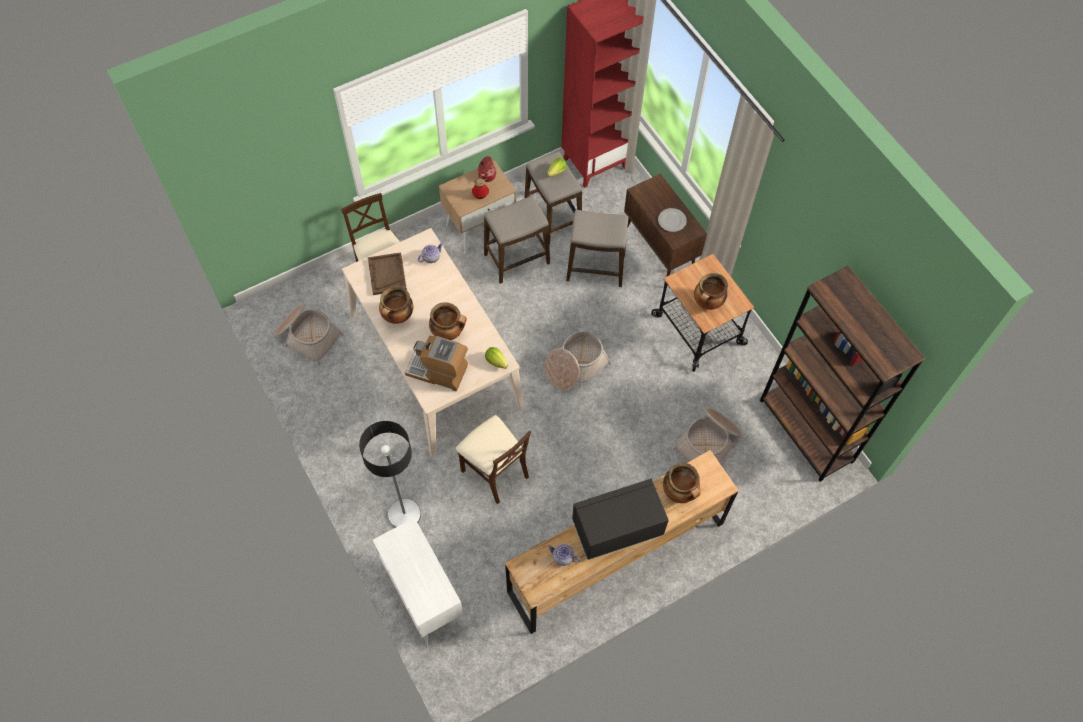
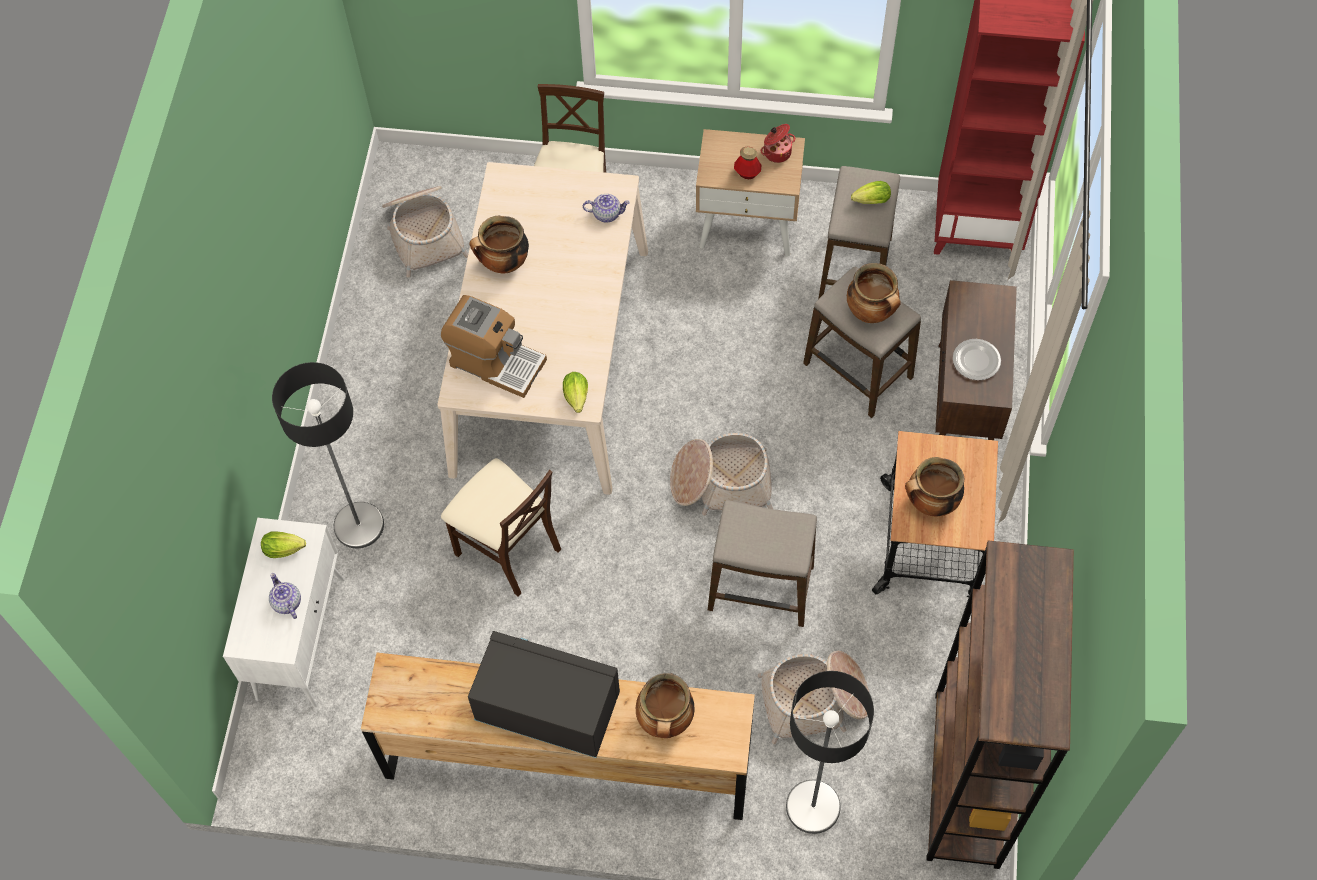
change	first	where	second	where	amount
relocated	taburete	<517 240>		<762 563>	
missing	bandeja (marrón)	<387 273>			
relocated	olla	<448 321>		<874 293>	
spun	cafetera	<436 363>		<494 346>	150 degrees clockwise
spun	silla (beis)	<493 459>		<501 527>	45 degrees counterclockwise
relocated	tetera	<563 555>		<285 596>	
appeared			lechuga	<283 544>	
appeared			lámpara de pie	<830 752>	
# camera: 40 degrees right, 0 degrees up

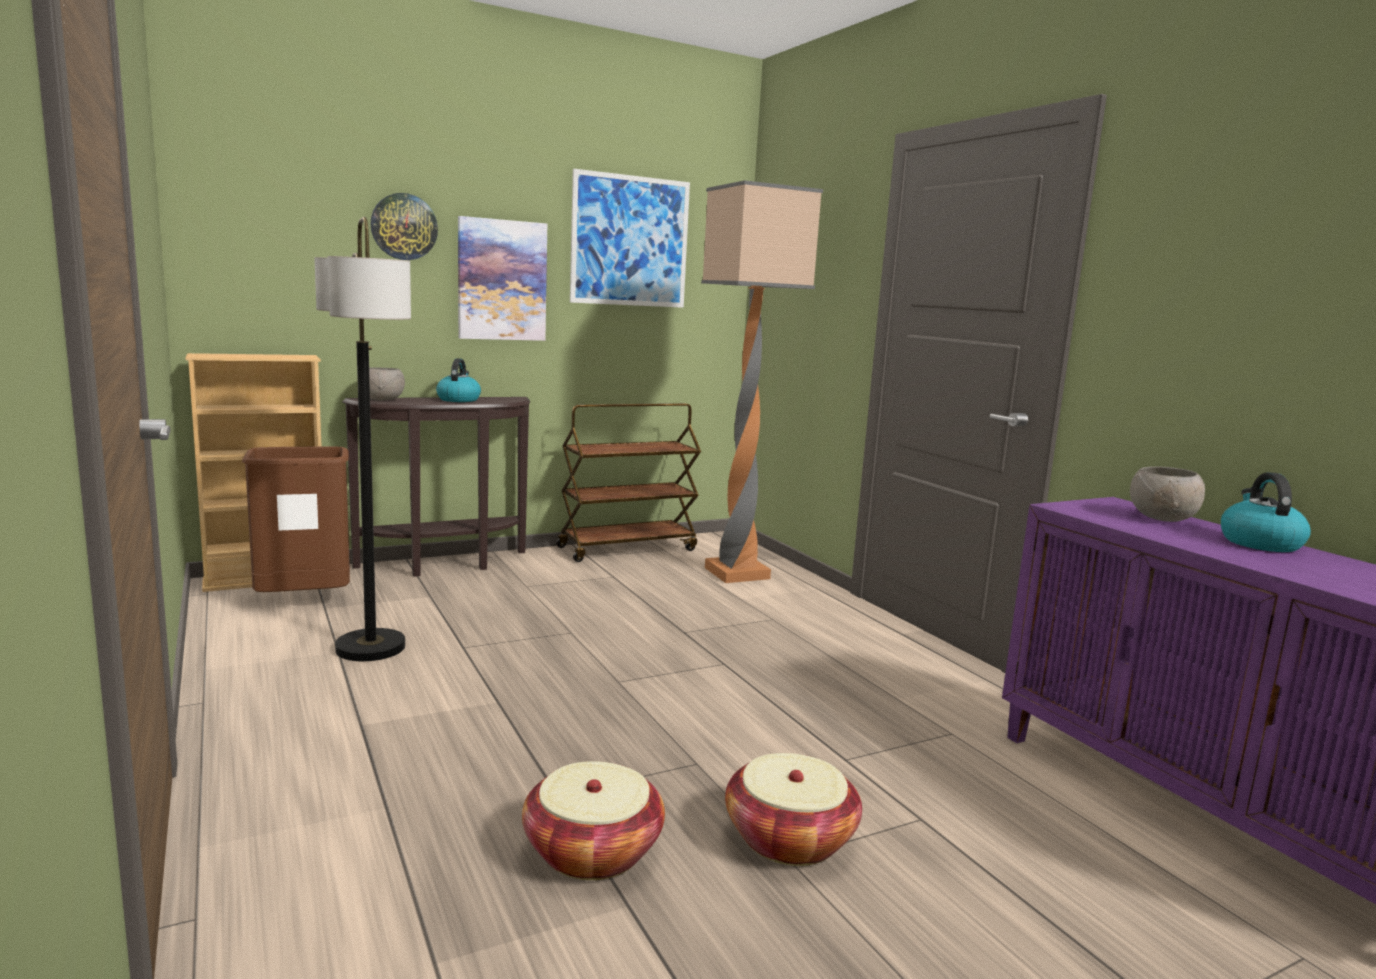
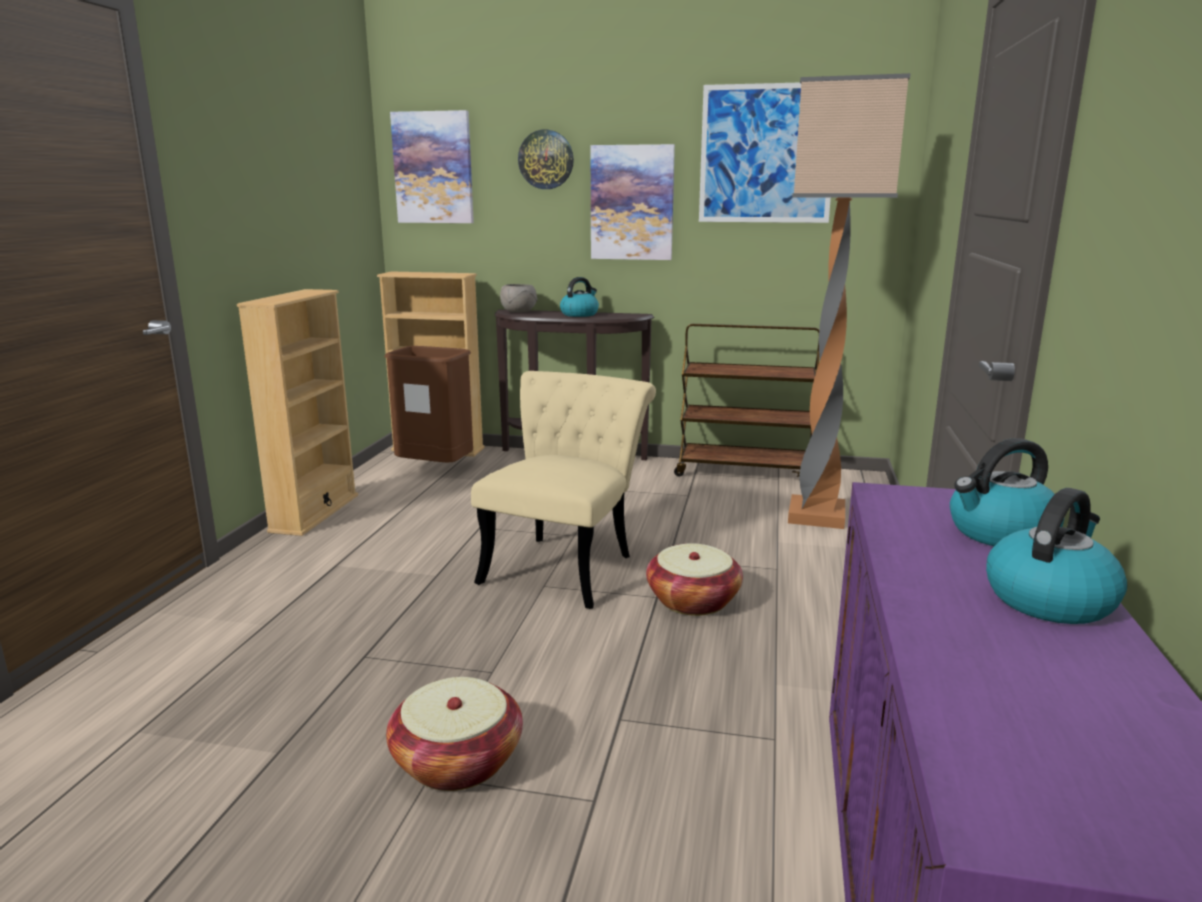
change	first	where	second	where	amount
missing	lámpara de pie	<362 439>			
exchanged	cuenco (gris)	<1167 494>	hervidor	<1007 492>	
relocated	cesta	<593 820>		<694 579>	
appeared			cuadro	<432 166>	
appeared			estantería (beis)	<297 412>	
appeared			silla (beis)	<563 490>	
# camera: 40 degrees right, 5 degrees up

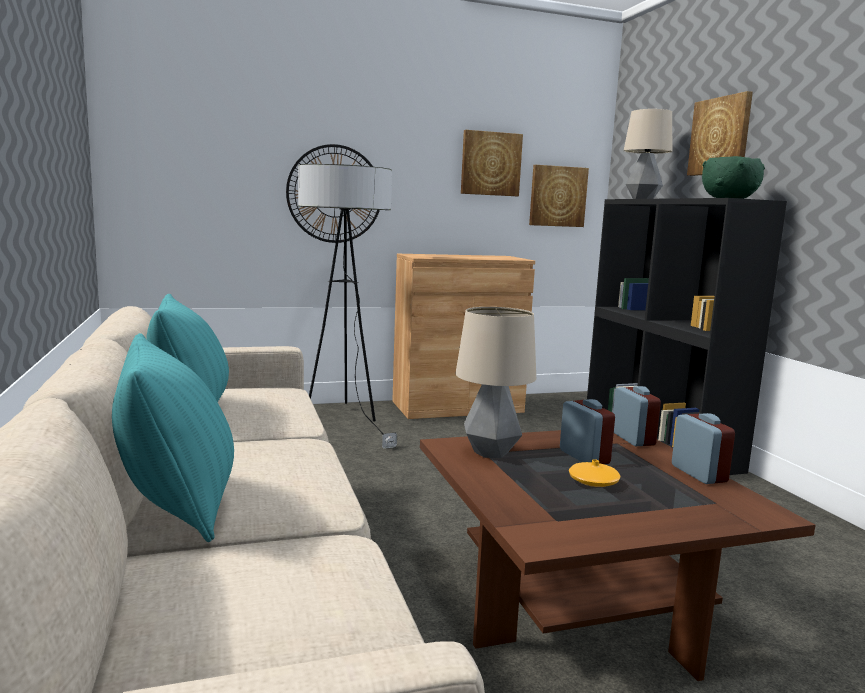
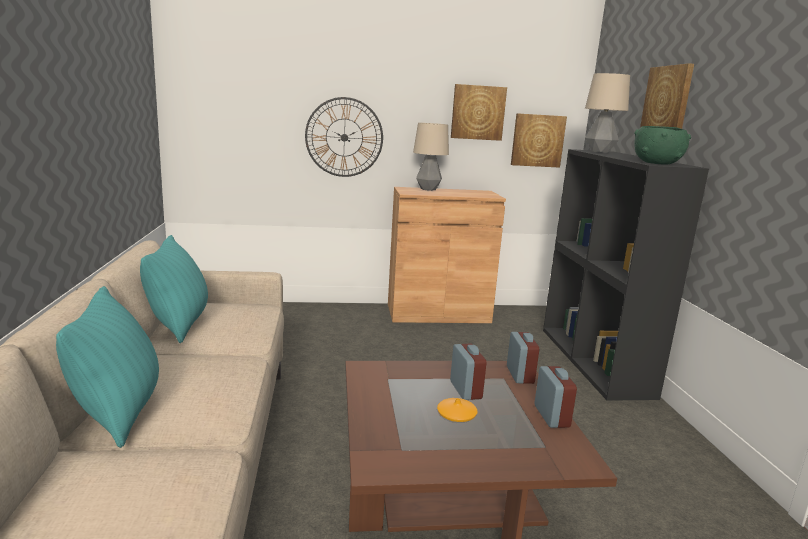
change	first	where	second	where	amount
missing	lámpara de pie	<347 306>			
relocated	lámpara de mesa	<496 382>		<431 157>	
# camera: 10 degrees right, 5 degrees up

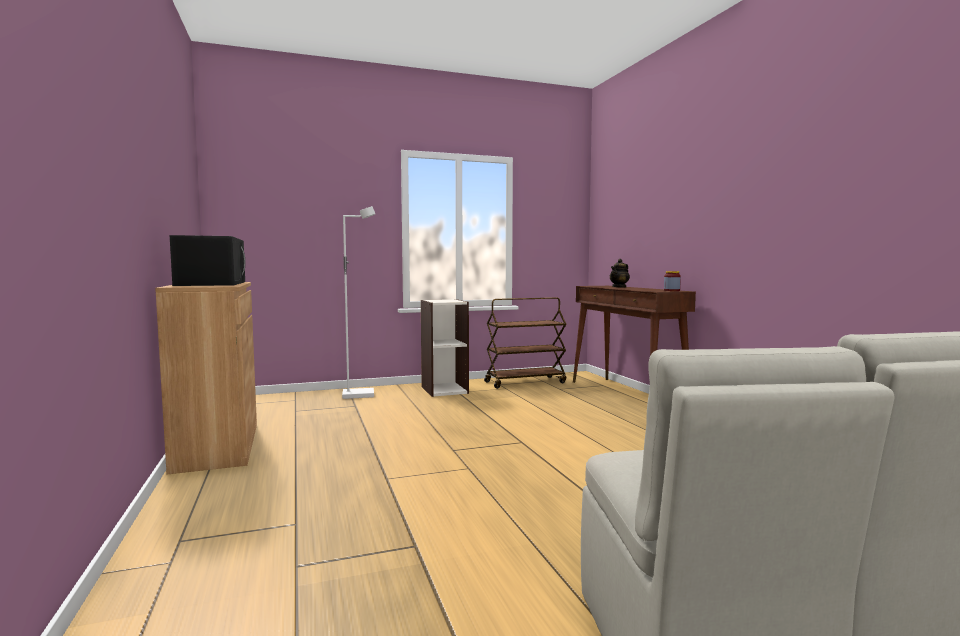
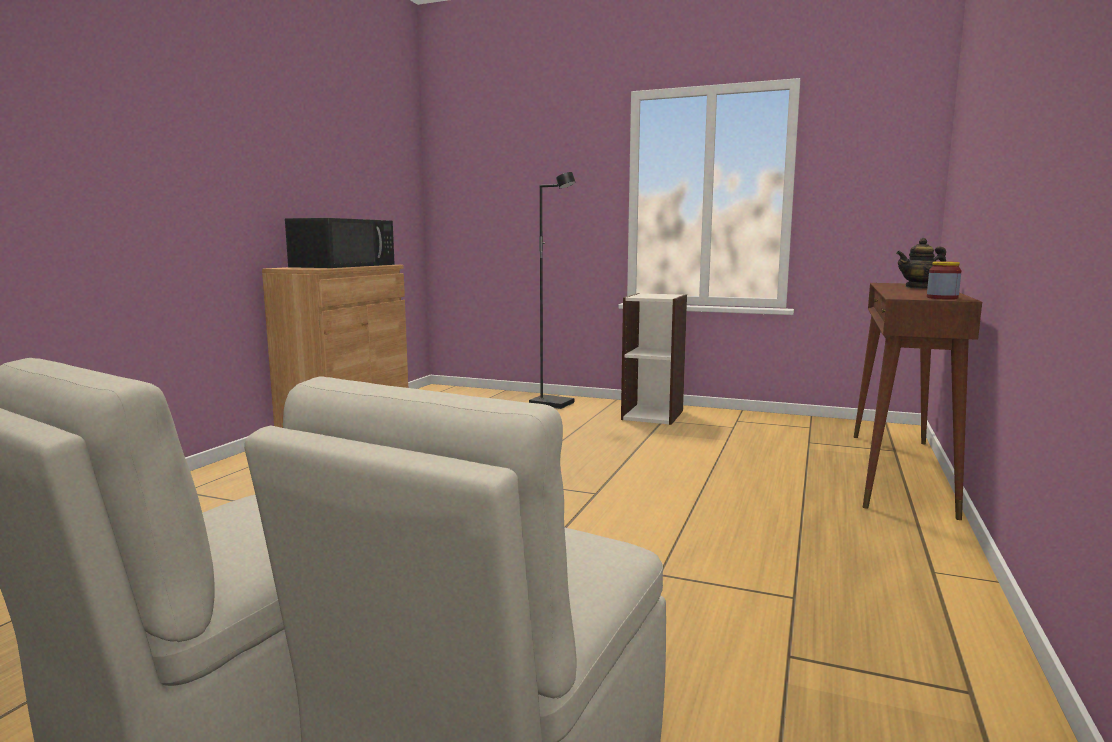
change	first	where	second	where	amount
colour	lámpara de pie (blanco)	<358 302>	lámpara de pie (negro)	<552 290>	
missing	carrito (marrón)	<525 343>			
# camera: 40 degrees right, 5 degrees up

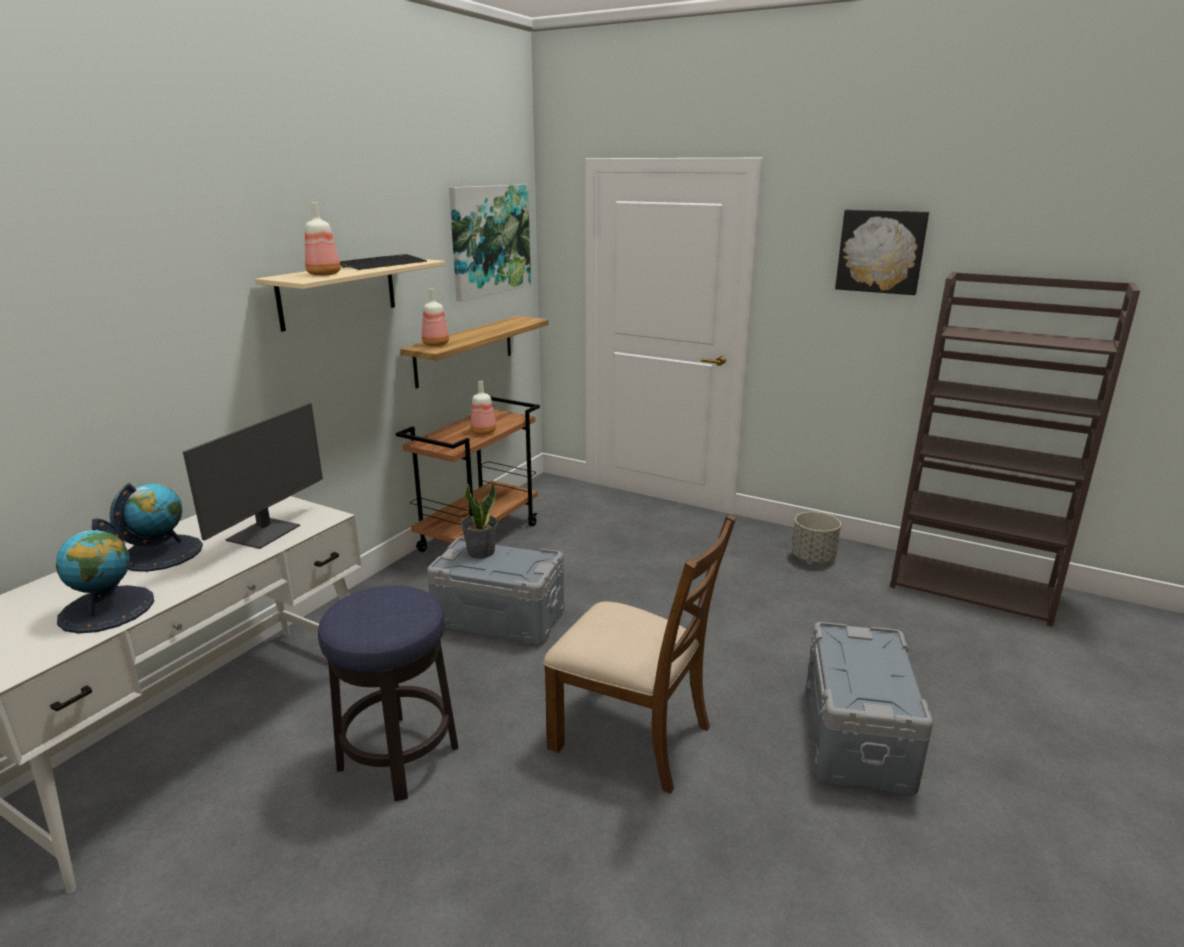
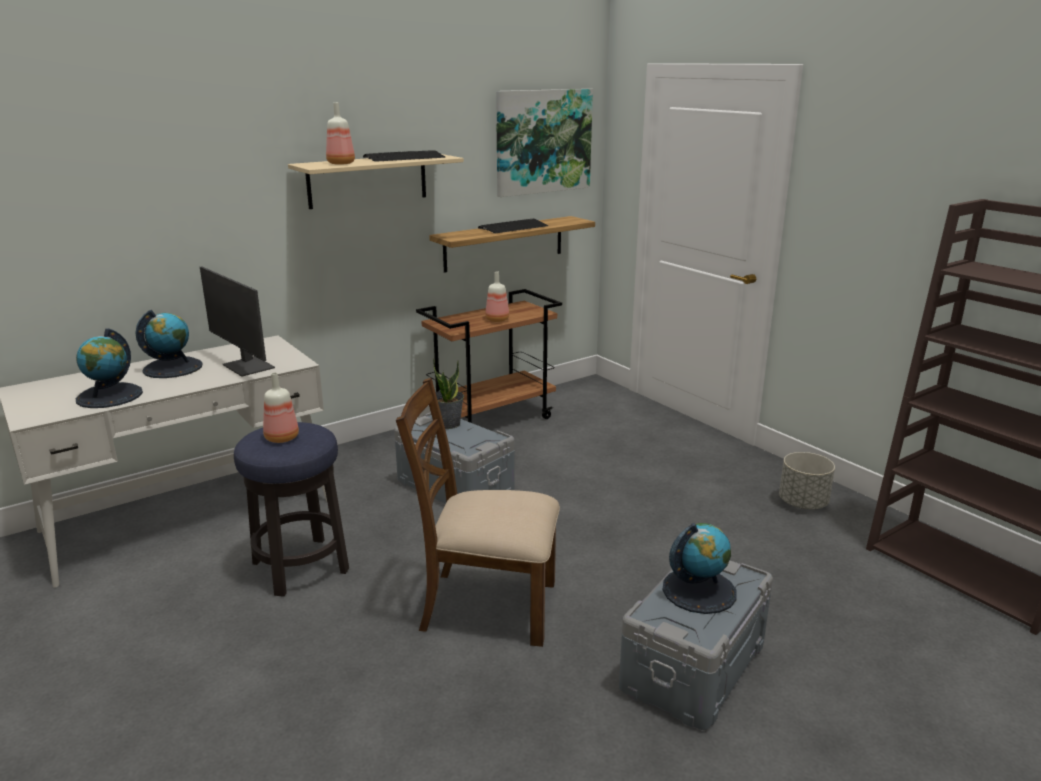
change	first	where	second	where	amount
missing	cuadro	<882 252>			
relocated	botella	<435 317>		<281 407>	
spun	monitor	<253 476>		<237 322>	90 degrees clockwise
spun	silla (marrón)	<640 654>		<478 512>	135 degrees clockwise
appeared			teclado	<513 226>	
appeared			globo terráqueo	<699 568>	
# camera: 25 degrees right, 0 degrees up

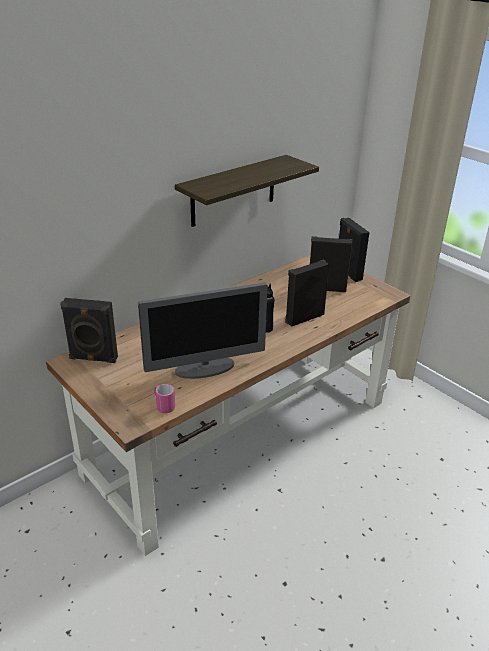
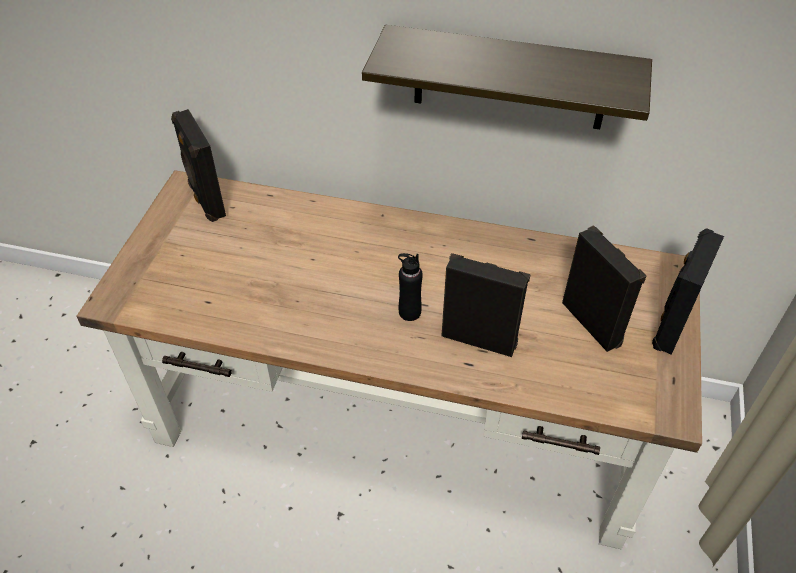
change	first	where	second	where	amount
missing	monitor	<203 331>			
missing	taza grande (rosa)	<164 398>			
# camera: 55 degrees right, 15 degrees up

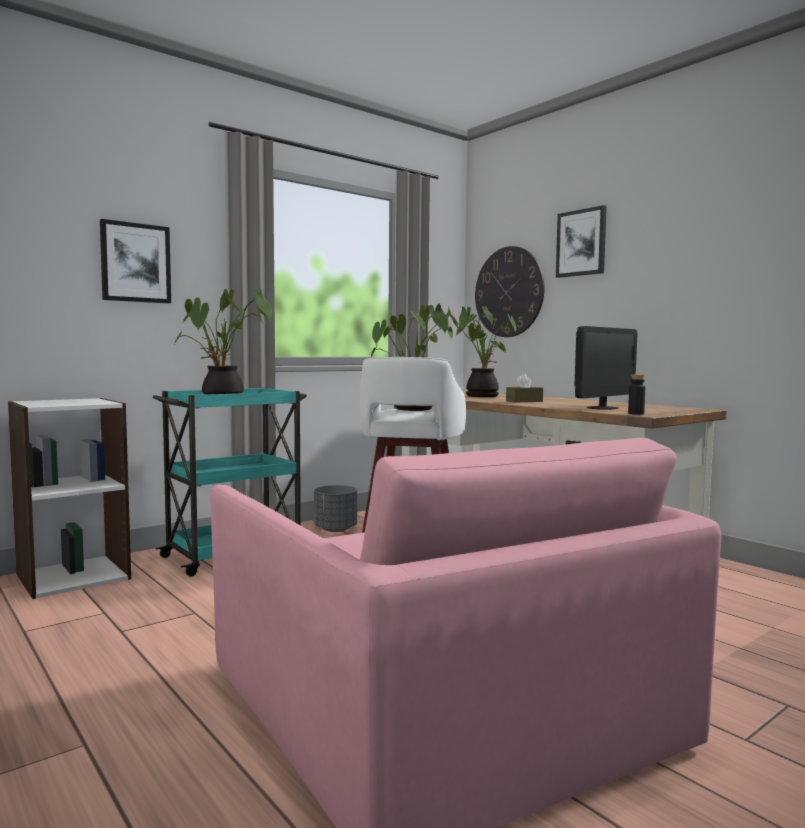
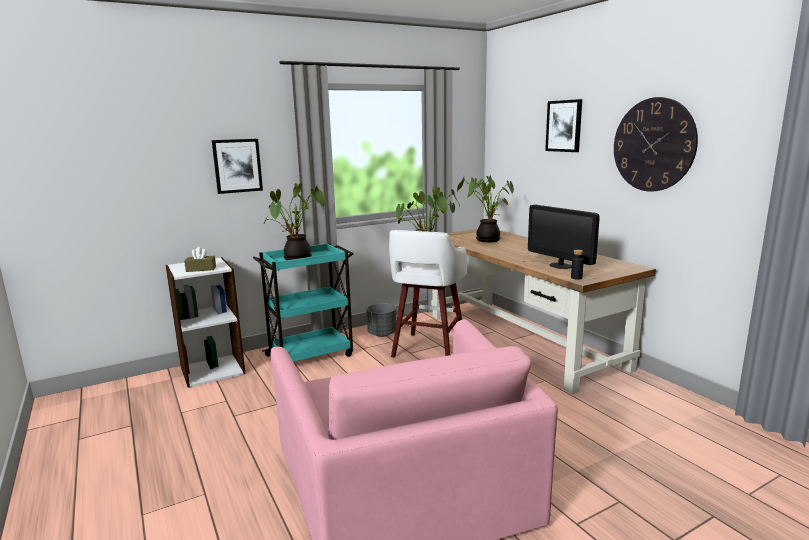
change	first	where	second	where	amount
relocated	reloj de pared	<510 291>		<656 144>	
spun	monitor	<605 368>		<564 237>	90 degrees clockwise
relocated	caja de pañuelos (marrón)	<524 388>		<200 259>	
# camera: 10 degrees right, 10 degrees up

